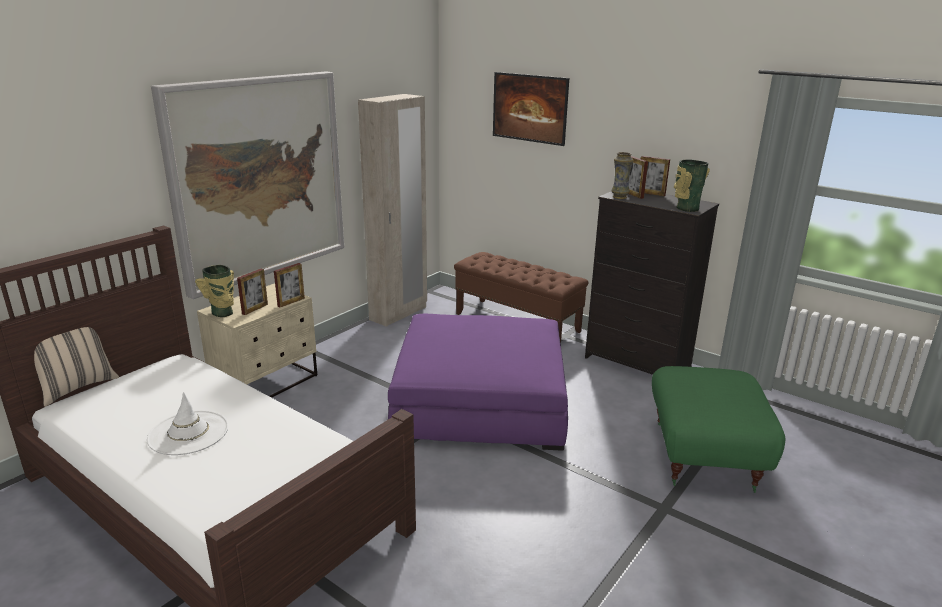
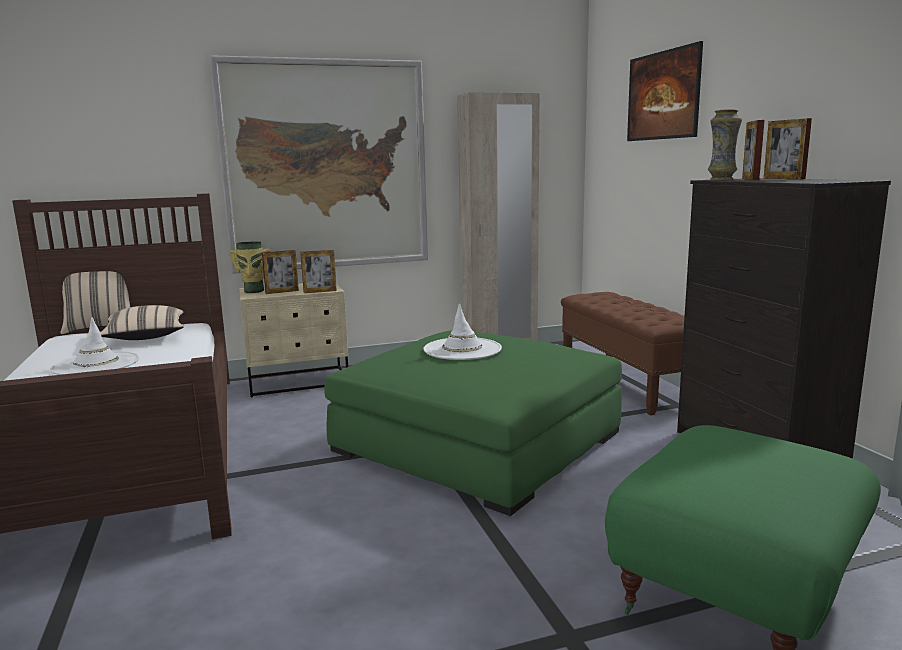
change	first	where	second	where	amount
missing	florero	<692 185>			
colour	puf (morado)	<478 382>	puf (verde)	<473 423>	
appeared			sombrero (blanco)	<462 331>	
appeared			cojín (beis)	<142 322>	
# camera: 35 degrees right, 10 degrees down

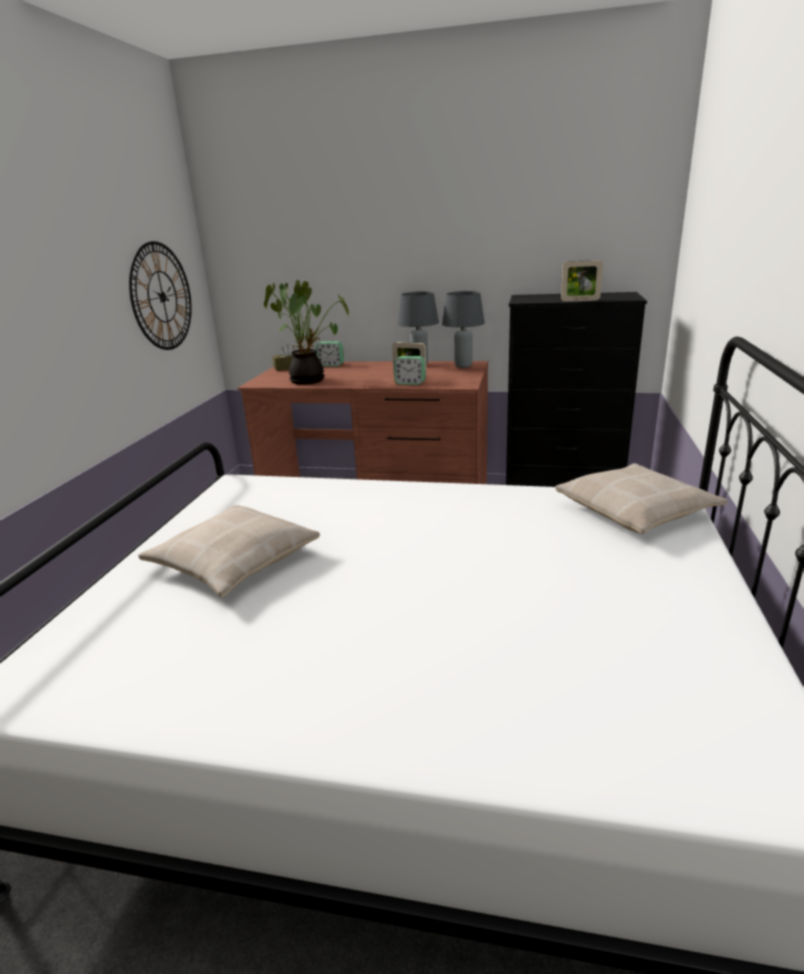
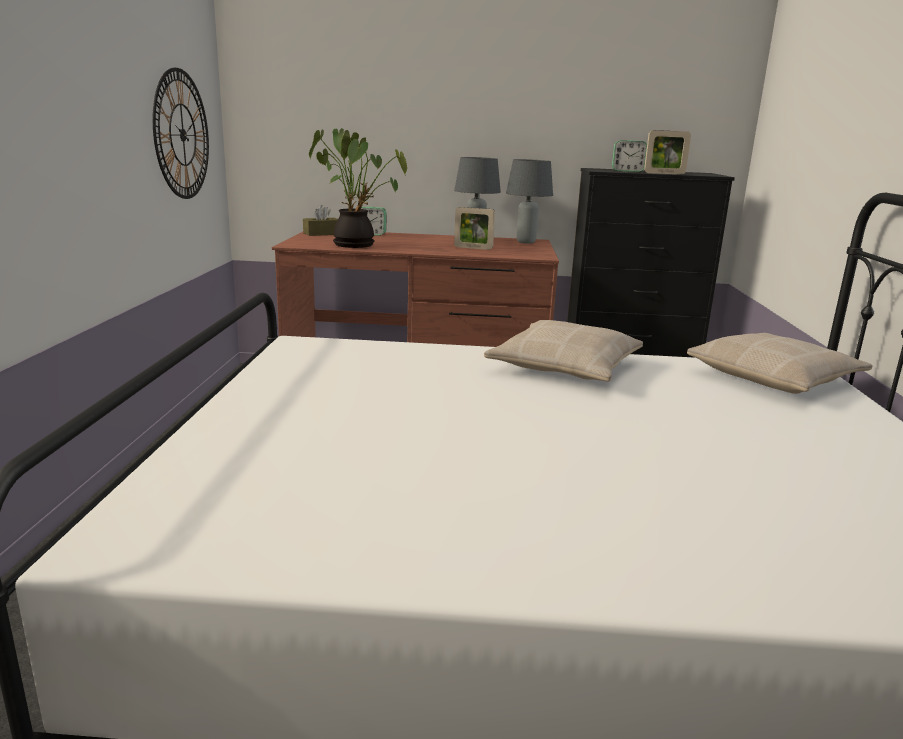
change	first	where	second	where	amount
relocated	despertador	<409 370>		<629 156>	
relocated	cojín (beis)	<229 551>		<563 350>	
# camera: 10 degrees left, 5 degrees down

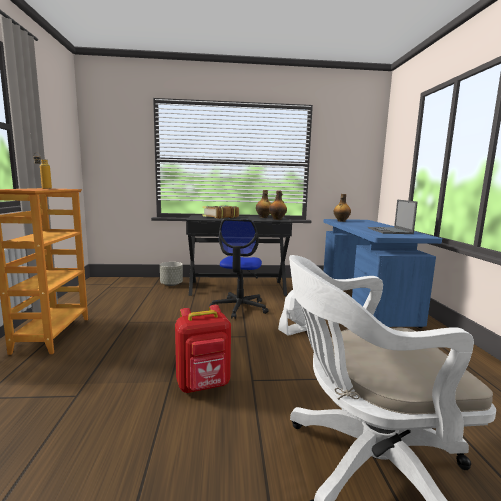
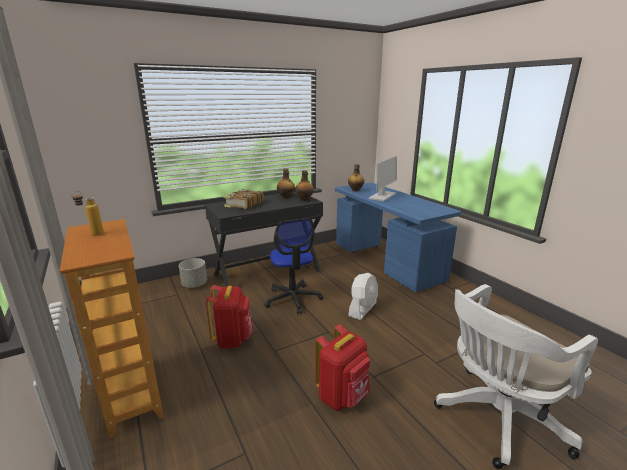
change	first	where	second	where	amount
missing	portátil	<393 217>			
appeared			monitor	<383 178>	
appeared			mochila (rojo)	<229 317>	
# camera: 25 degrees left, 10 degrees up

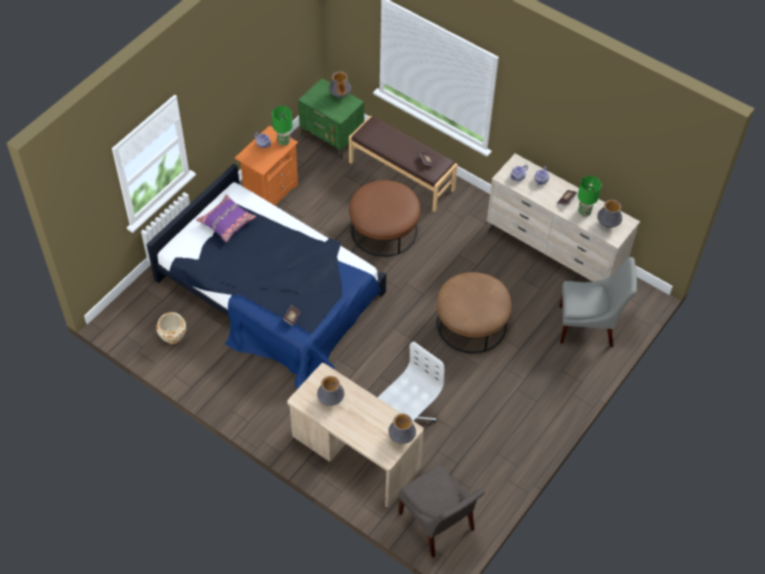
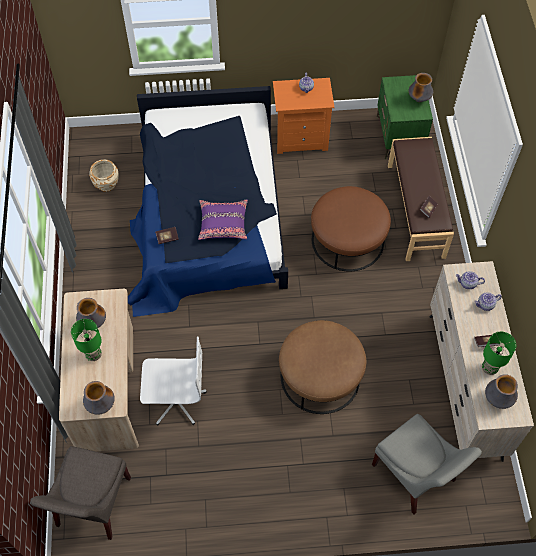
change	first	where	second	where	amount
relocated	lámpara de mesa (verde)	<282 126>		<86 340>	
relocated	cojín (morado)	<226 218>		<223 219>	
# camera: 50 degrees right, 5 degrees up

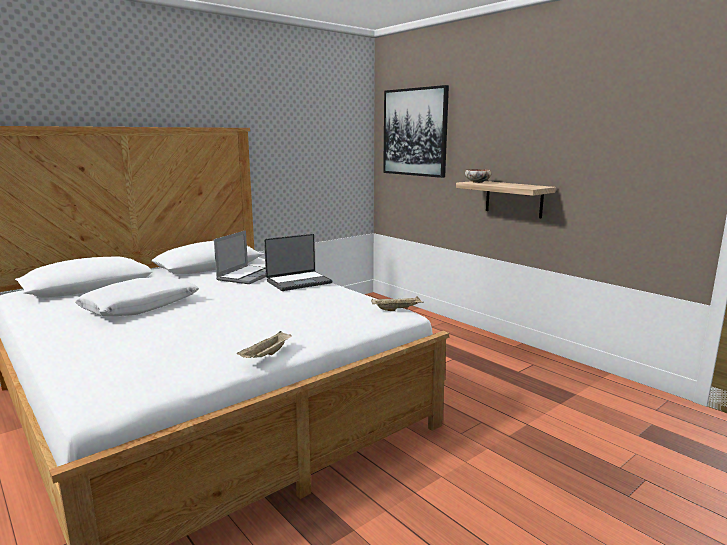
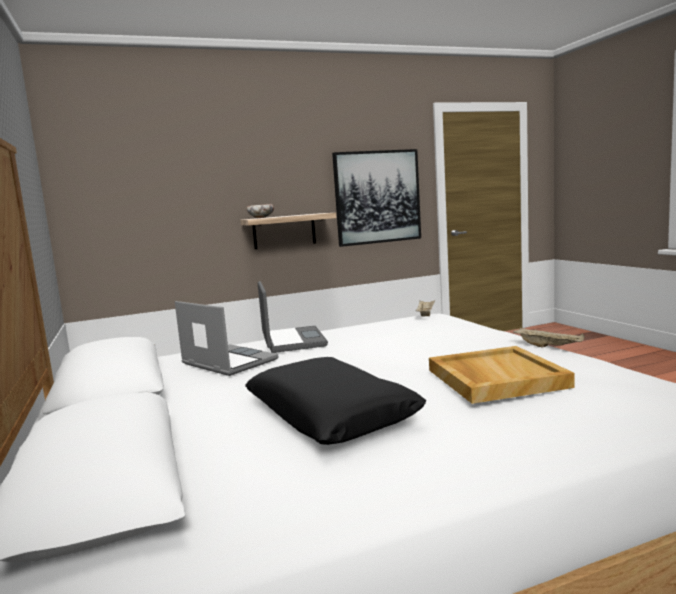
change	first	where	second	where	amount
relocated	cuadro	<416 131>		<376 198>	
colour	cojín (blanco)	<137 296>	cojín (negro)	<335 401>	
appeared			bandeja (beis)	<502 375>	
# camera: 70 degrees left, 5 degrees down

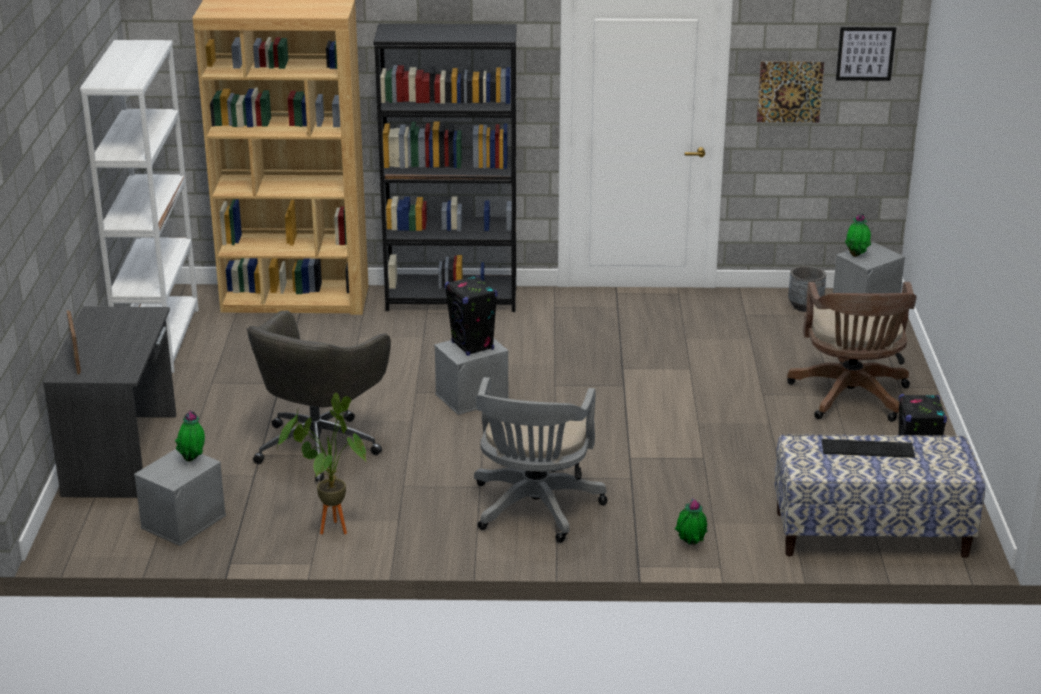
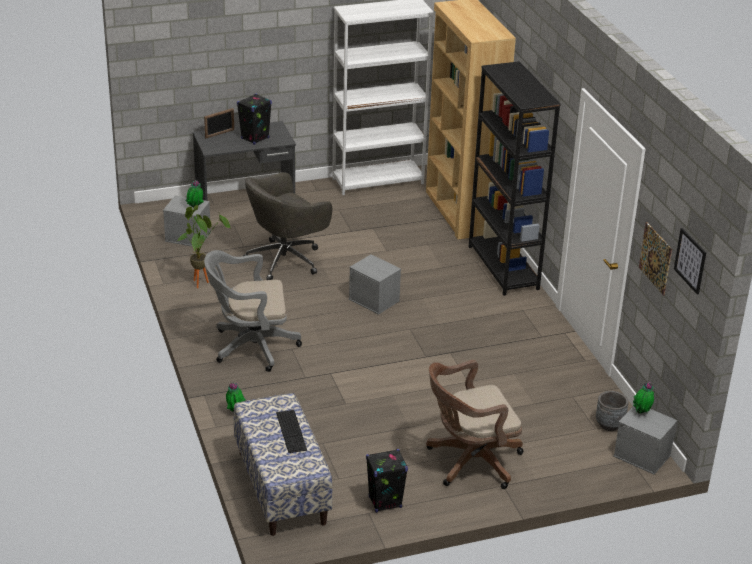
change	first	where	second	where	amount
relocated	altavoz (negro)	<471 315>		<254 119>	
spun	silla de oficina (gris)	<318 396>		<287 226>	45 degrees counterclockwise
# camera: 70 degrees right, 5 degrees up

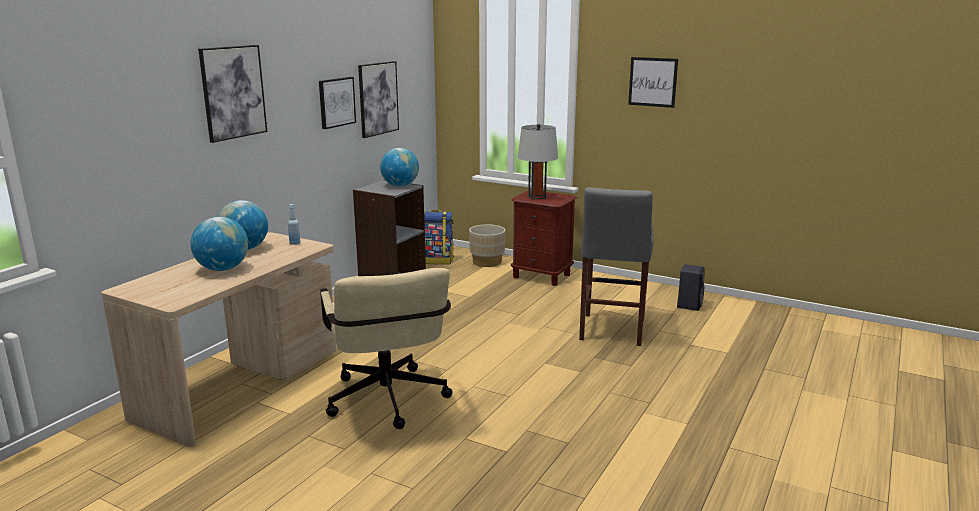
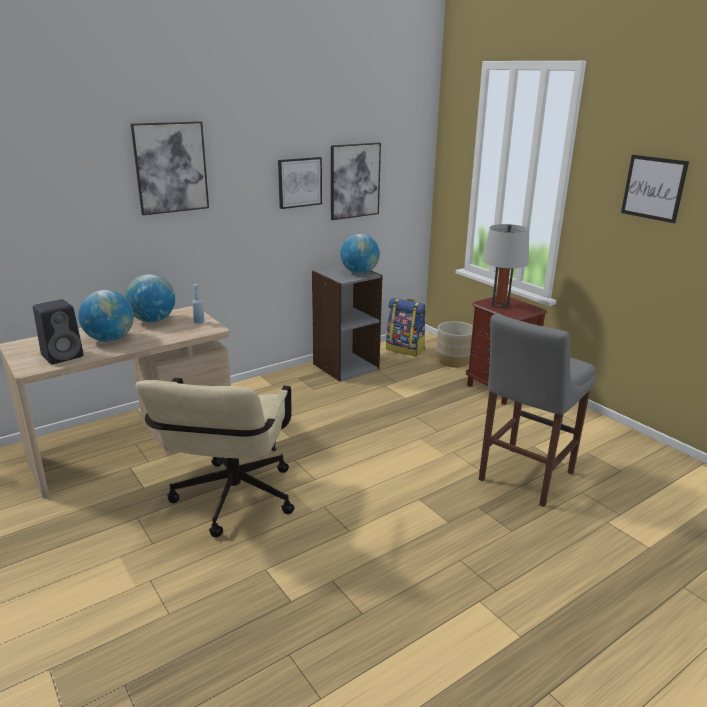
change	first	where	second	where	amount
relocated	altavoz (negro)	<691 287>		<58 331>	
# camera: 25 degrees right, 5 degrees up

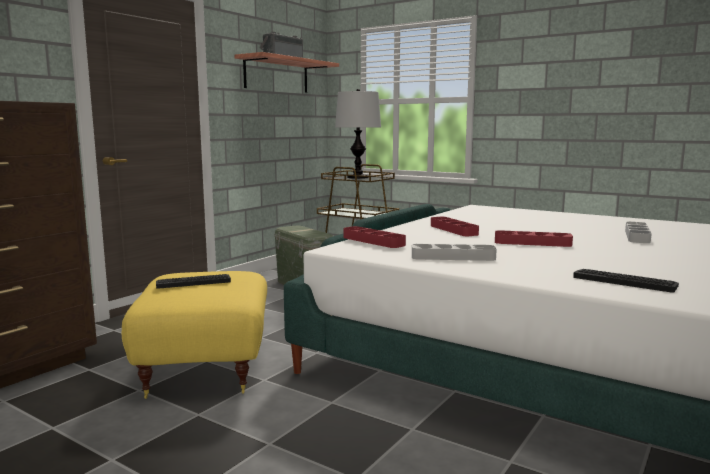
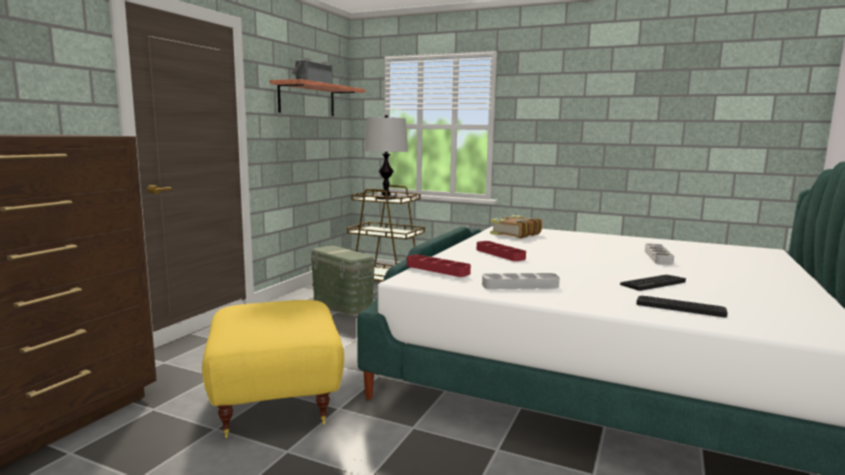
change	first	where	second	where	amount
missing	bandeja (rojo)	<534 238>			
relocated	teclado	<193 281>		<653 283>	
appeared			libro	<516 227>	
# camera: 10 degrees left, 0 degrees up

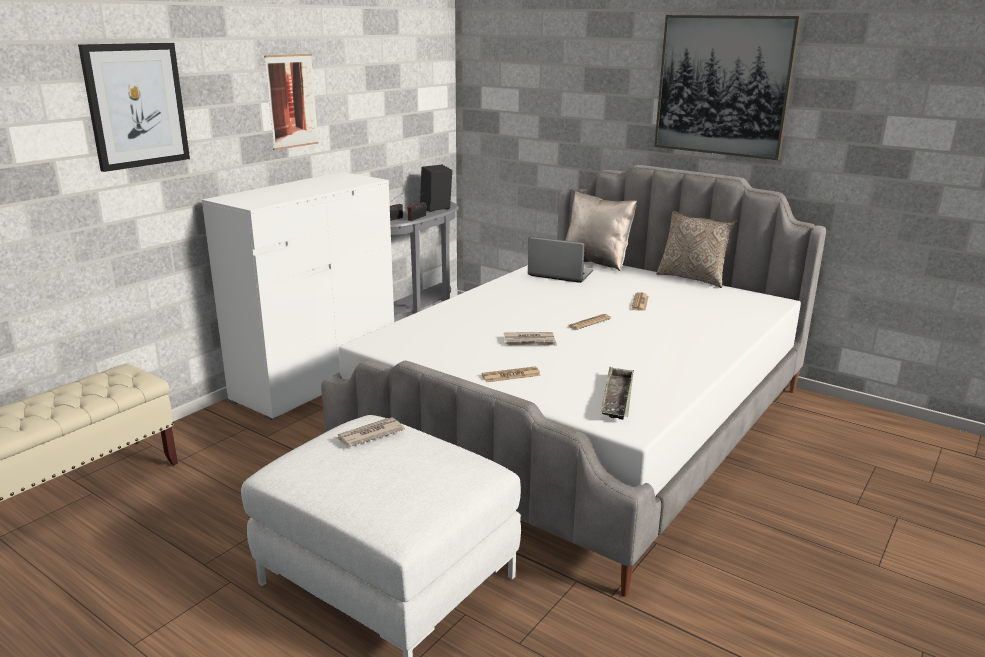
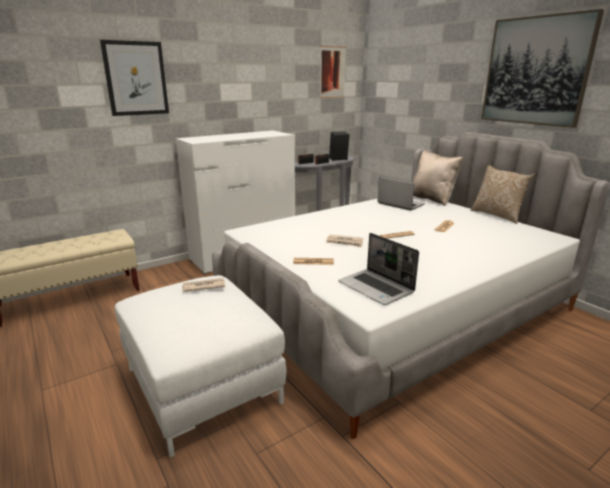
change	first	where	second	where	amount
relocated	cuadro	<291 102>		<333 72>	
exchanged	bandeja	<617 393>	portátil	<378 269>	
# camera: 20 degrees right, 0 degrees up

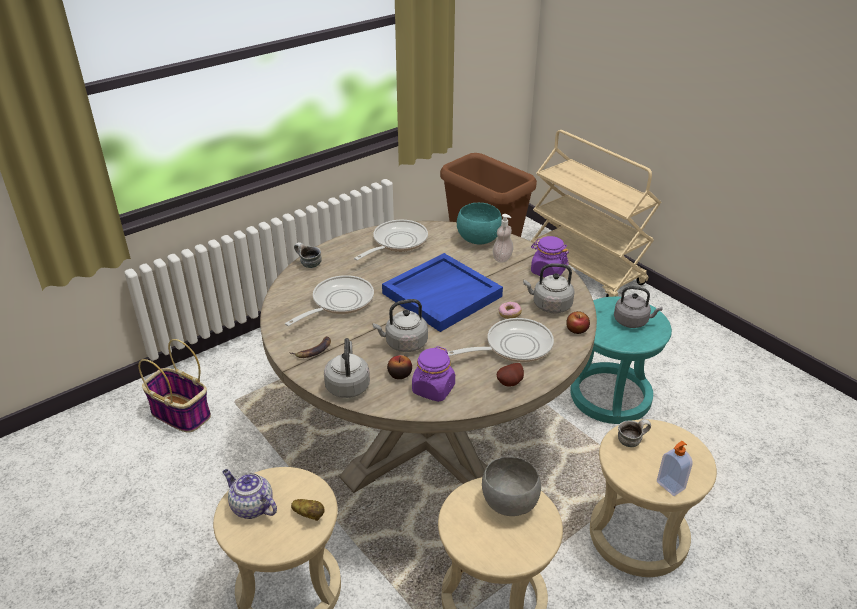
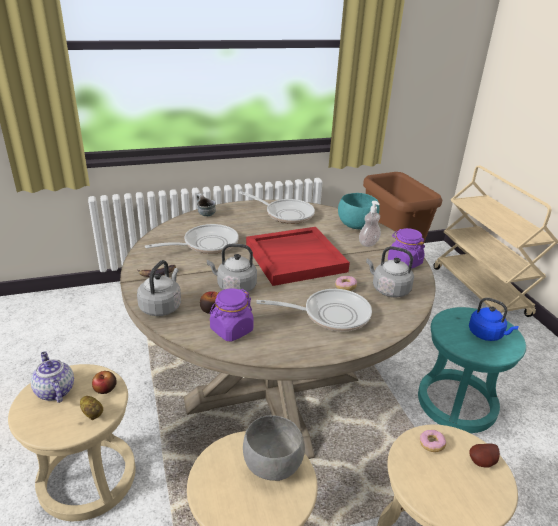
change	first	where	second	where	amount
spun	sartén	<391 240>		<277 207>	60 degrees clockwise
colour	bandeja (azul)	<442 292>	bandeja (rojo)	<298 256>	
colour	hervidor (gris)	<638 307>	hervidor (azul)	<494 319>	
relocated	manzana	<578 322>		<104 382>	
missing	cesta	<174 386>			
relocated	patata	<510 374>		<484 455>	
exchanged	taza grande	<634 433>	rosquilla	<433 441>	
missing	dispensador de jabón	<675 468>			
# camera: 20 degrees right, 5 degrees down

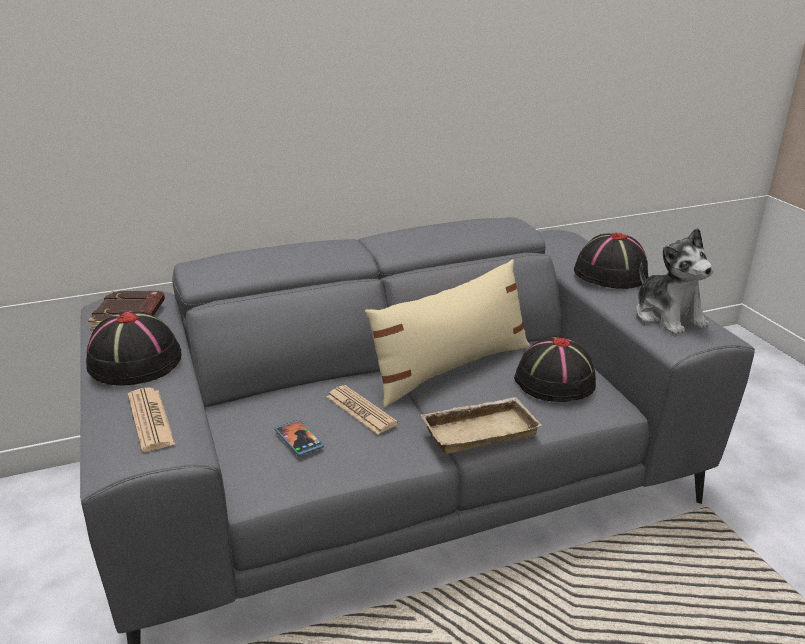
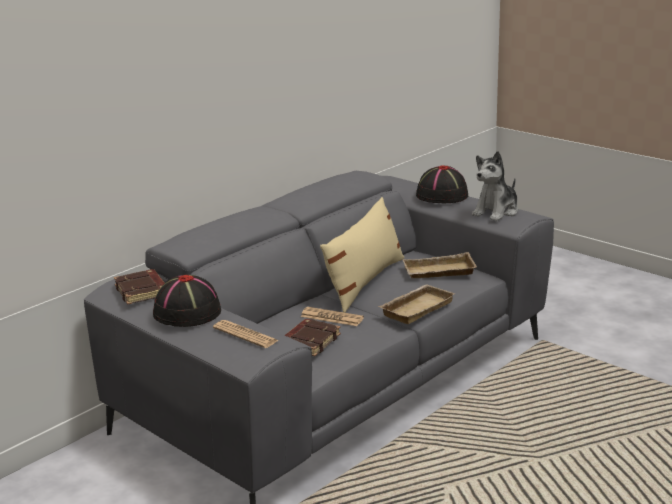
change	first	where	second	where	amount
spun	peluche	<674 281>		<495 186>	90 degrees clockwise
exchanged	sombrero (negro)	<555 369>	bandeja (beis)	<439 265>	
exchanged	móvil	<299 437>	libro (marrón)	<313 337>	
# camera: 25 degrees left, 5 degrees down

